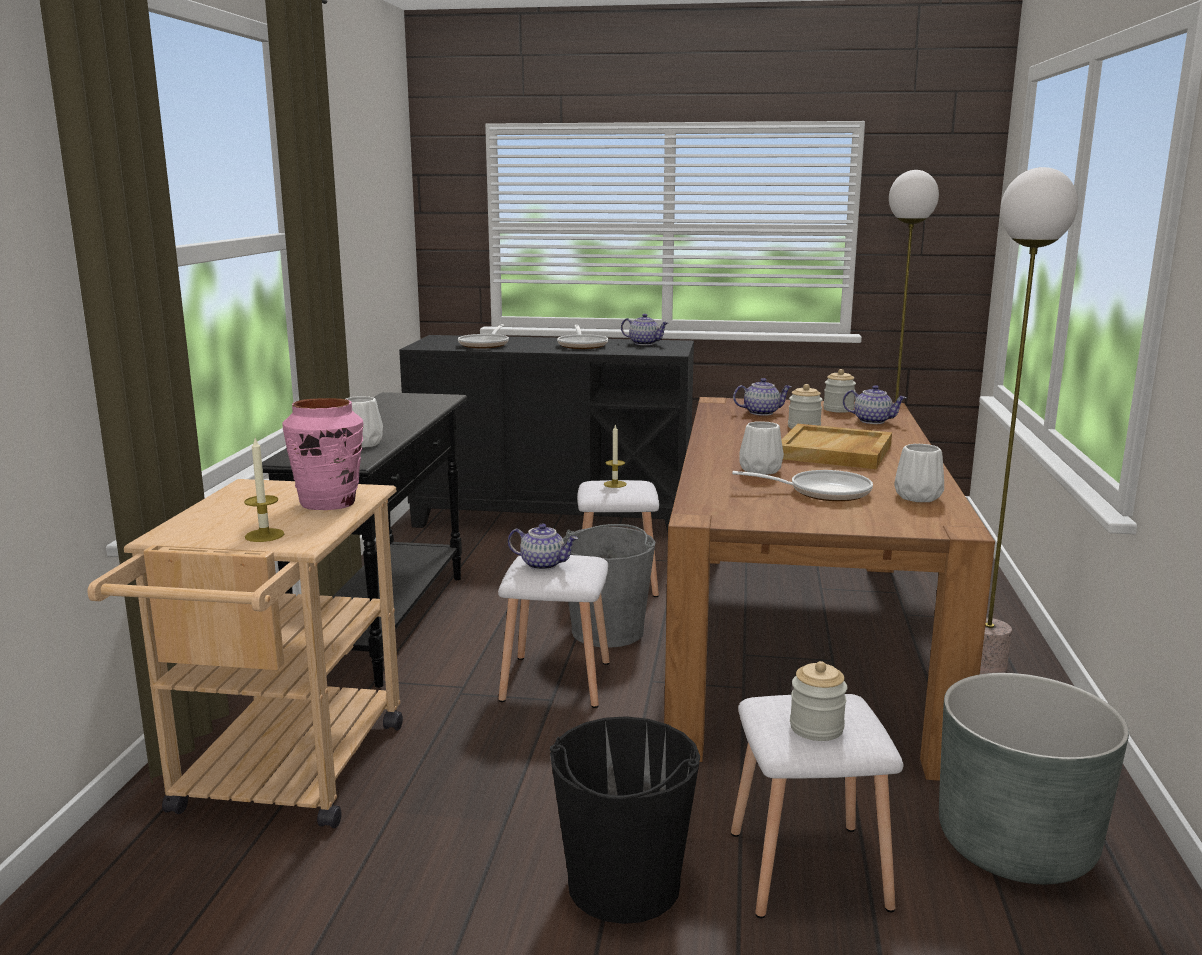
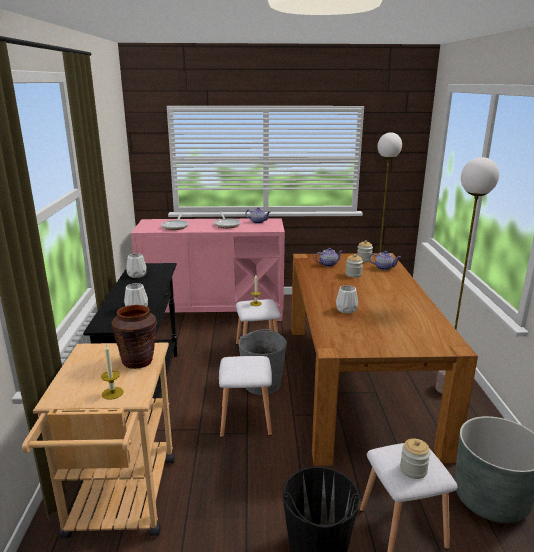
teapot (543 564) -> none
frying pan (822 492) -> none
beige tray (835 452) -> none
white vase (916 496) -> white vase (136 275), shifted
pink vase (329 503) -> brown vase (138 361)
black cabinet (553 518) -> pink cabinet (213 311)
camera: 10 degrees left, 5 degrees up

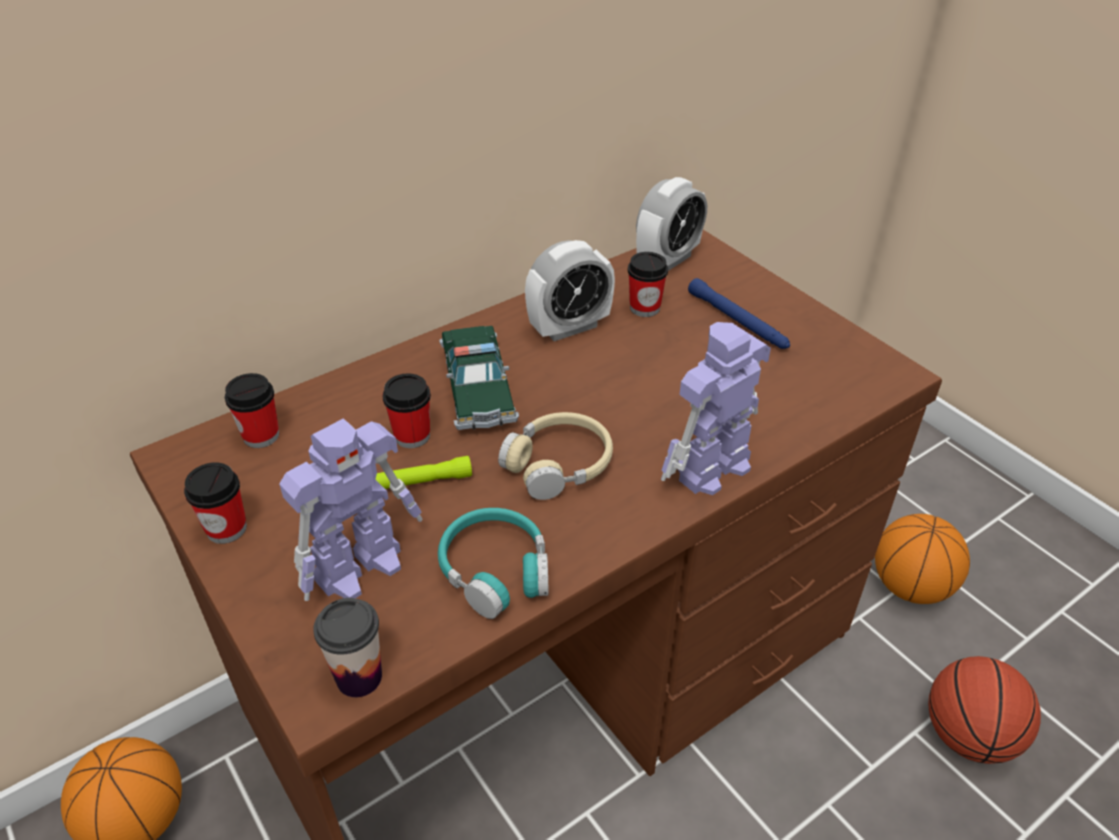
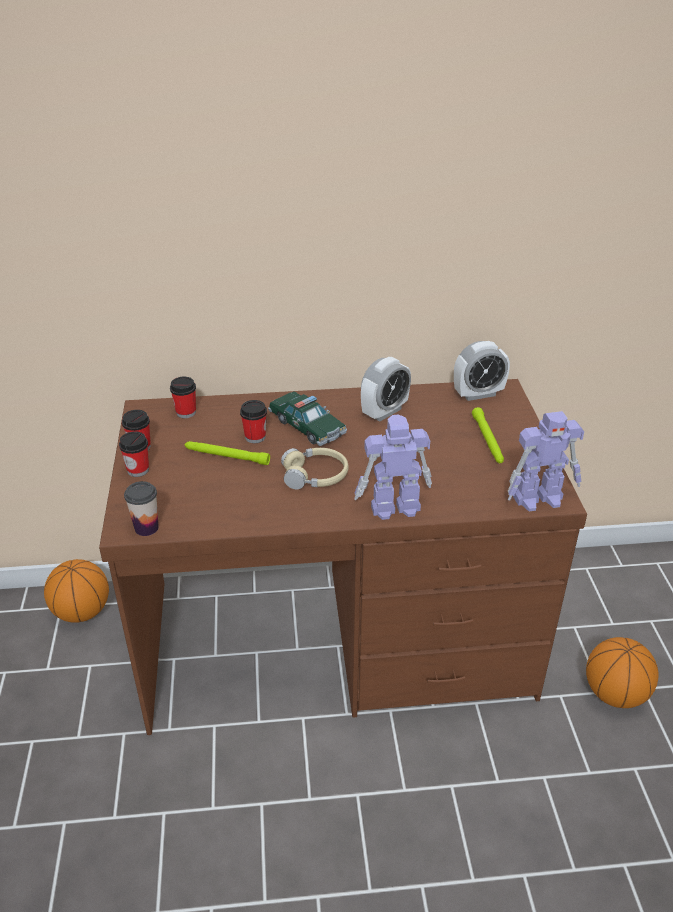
turquoise headphones (496 570) -> none
basketball (968 735) -> none
toy robot (362 566) -> toy robot (539 498), shifted
cup (644 308) -> cup (138 470), shifted
blue flashlight (738 321) -> green flashlight (488 440)
toy car (478 389) -> toy car (307 426), 60 degrees counterclockwise
alarm clock (569 327) -> alarm clock (384 412), 45 degrees counterclockwise
camera: 30 degrees right, 5 degrees down

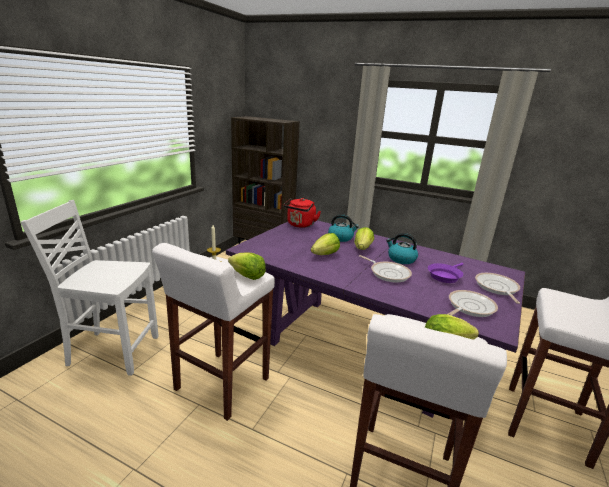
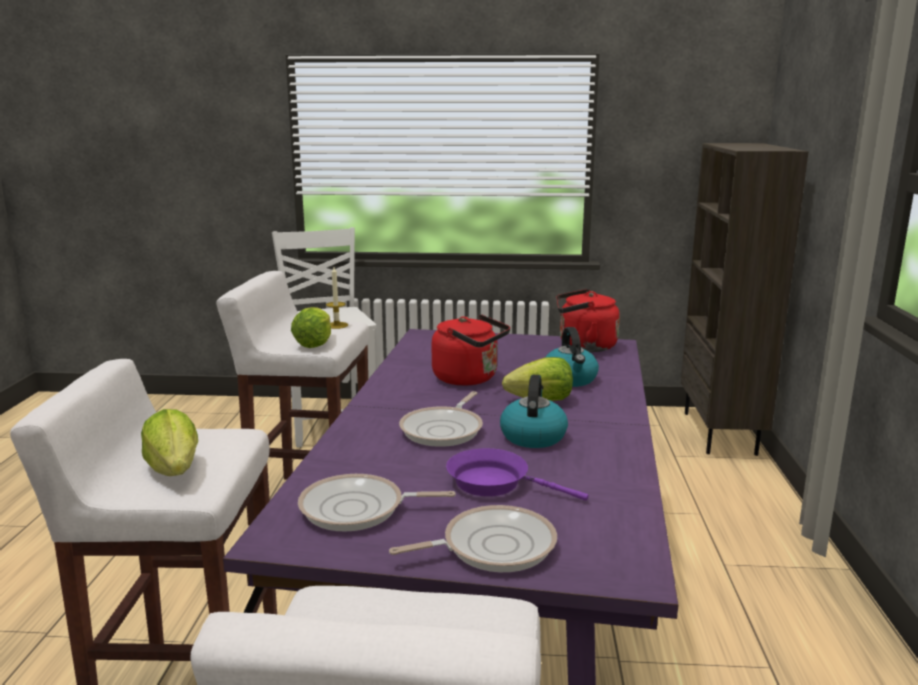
lettuce (325 254) -> red kettle (469 378)
frying pan (469 307) -> frying pan (358 509), 150 degrees clockwise
camera: 70 degrees right, 5 degrees down

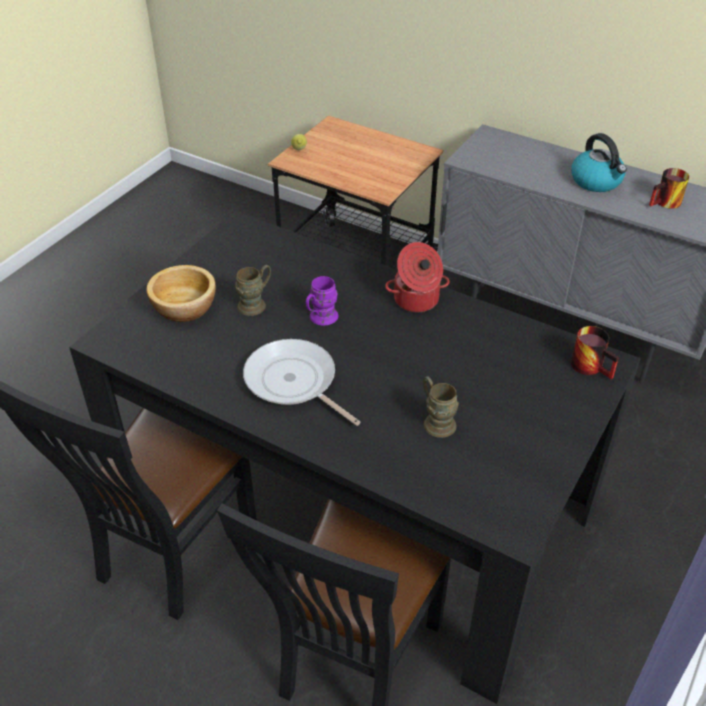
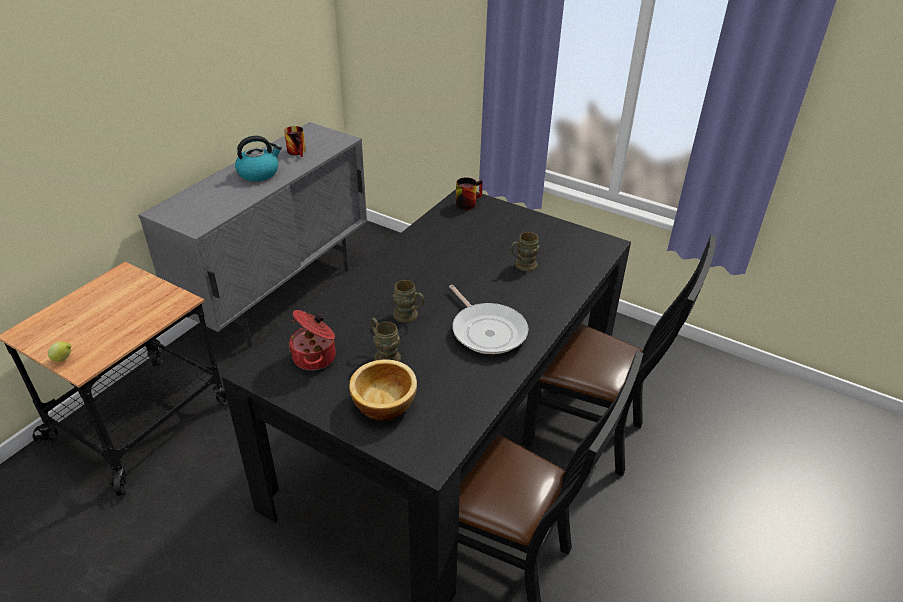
cooking pot (416 300) -> cooking pot (316 357), shifted
purple mug (320 319) -> brown mug (409 316)
frying pan (294 382) -> frying pan (487 330), 75 degrees counterclockwise
camera: 90 degrees left, 5 degrees down

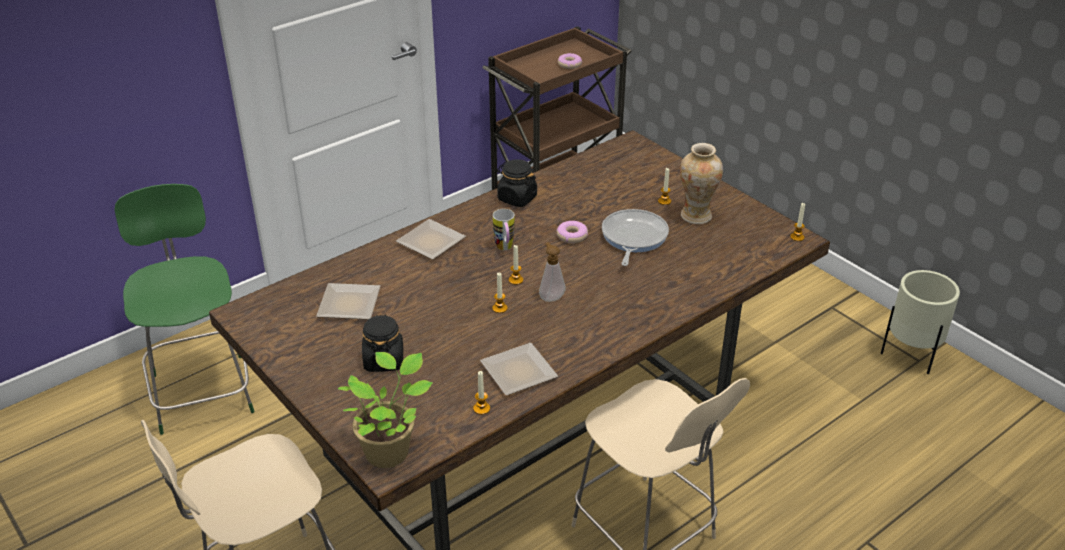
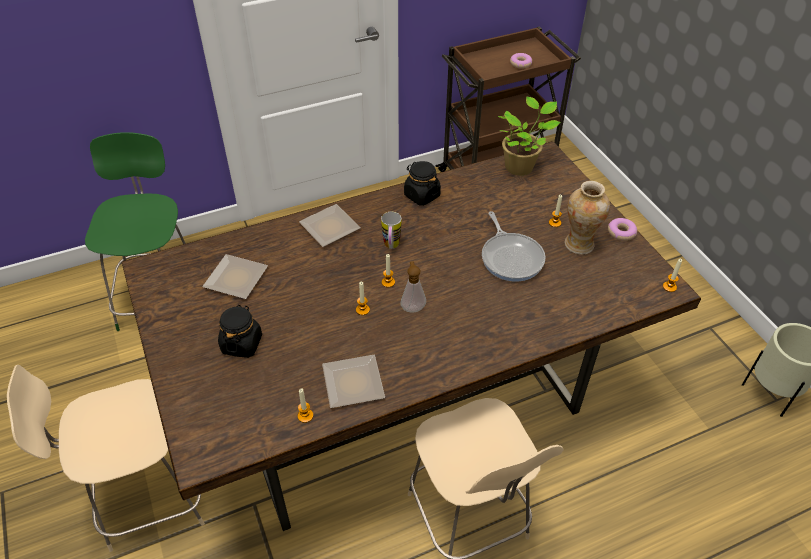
potted plant (389 450) -> potted plant (521 166), shifted
donut (572 236) -> donut (621 232), shifted
frying pan (633 238) -> frying pan (511 257), 135 degrees clockwise
camera: 15 degrees right, 10 degrees up

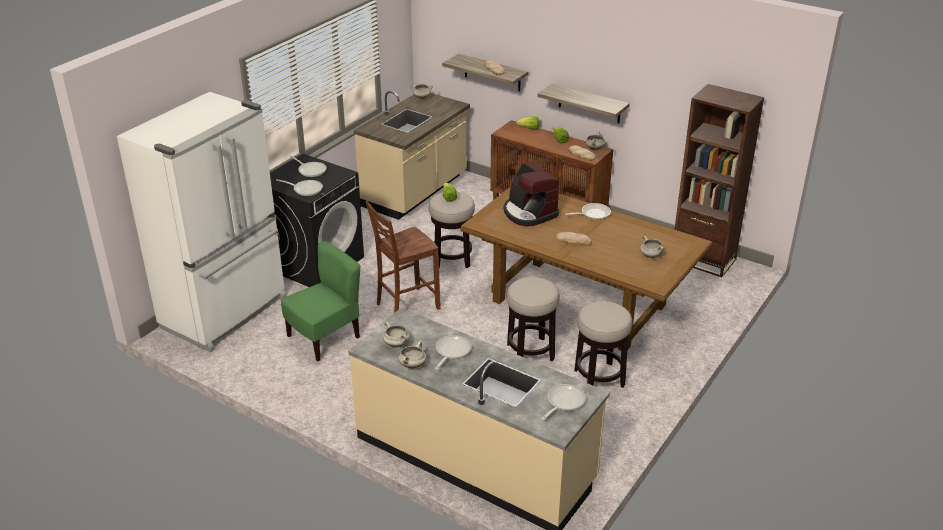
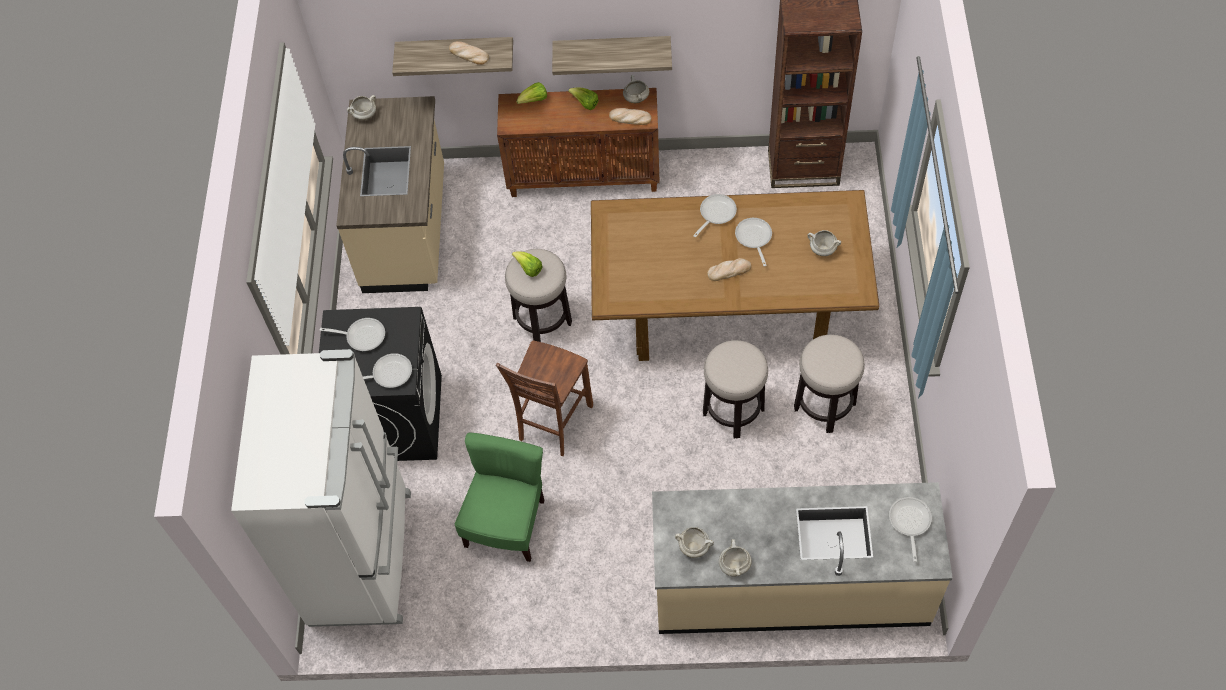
coffee machine (529 213) -> none
frying pan (451 352) -> frying pan (754 238), shifted
camera: 30 degrees left, 25 degrees up

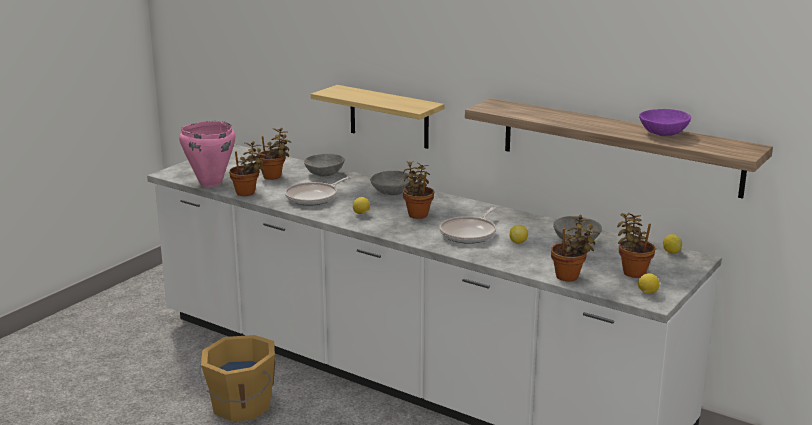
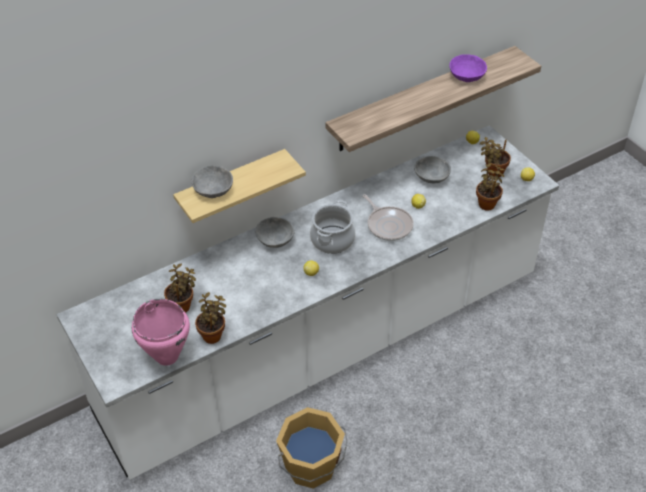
frying pan (314 197) -> none
grey bowl (325 173) -> grey bowl (213 190), shifted
potted plant (418 214) -> cooking pot (332 240)
camera: 65 degrees left, 25 degrees up

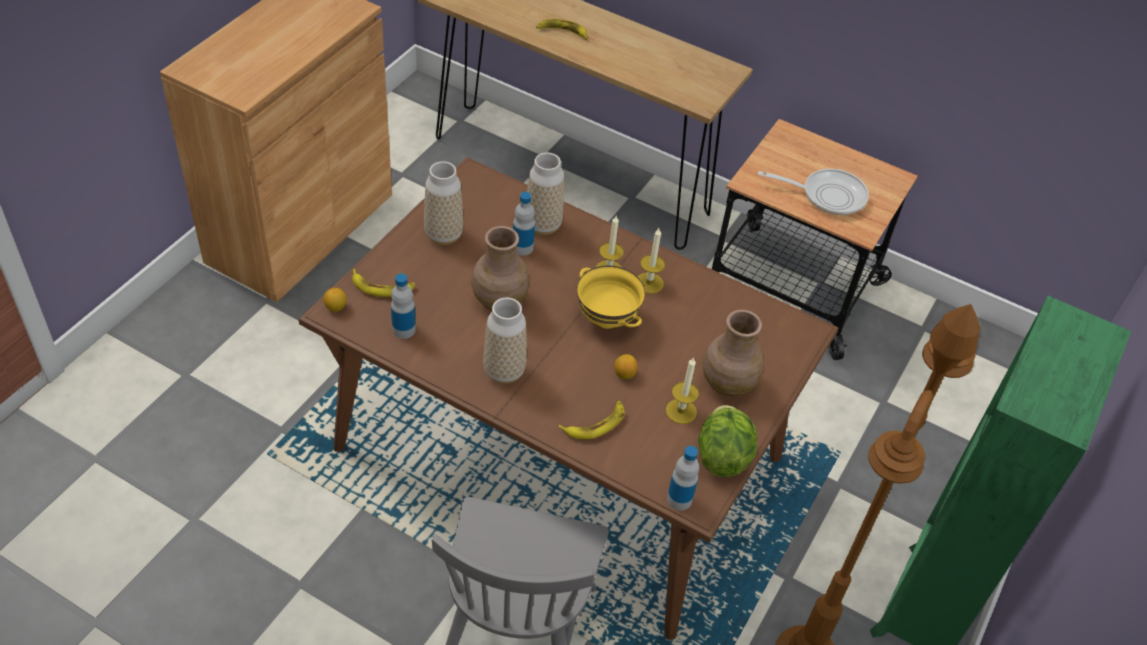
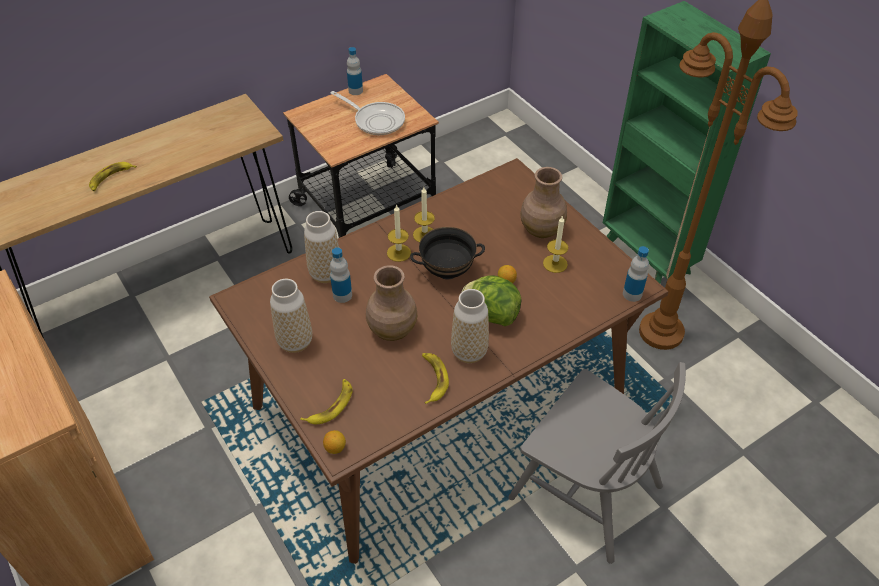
bottle (403 330) -> bottle (355 91), shifted
banana (595 424) -> banana (432 379), shifted
lettuce (722 455) -> lettuce (491 314), shifted
yellow bowl (607 319) -> black bowl (447 271)
frying pan (827 195) -> frying pan (376 121), 90 degrees clockwise
camera: 60 degrees left, 0 degrees up

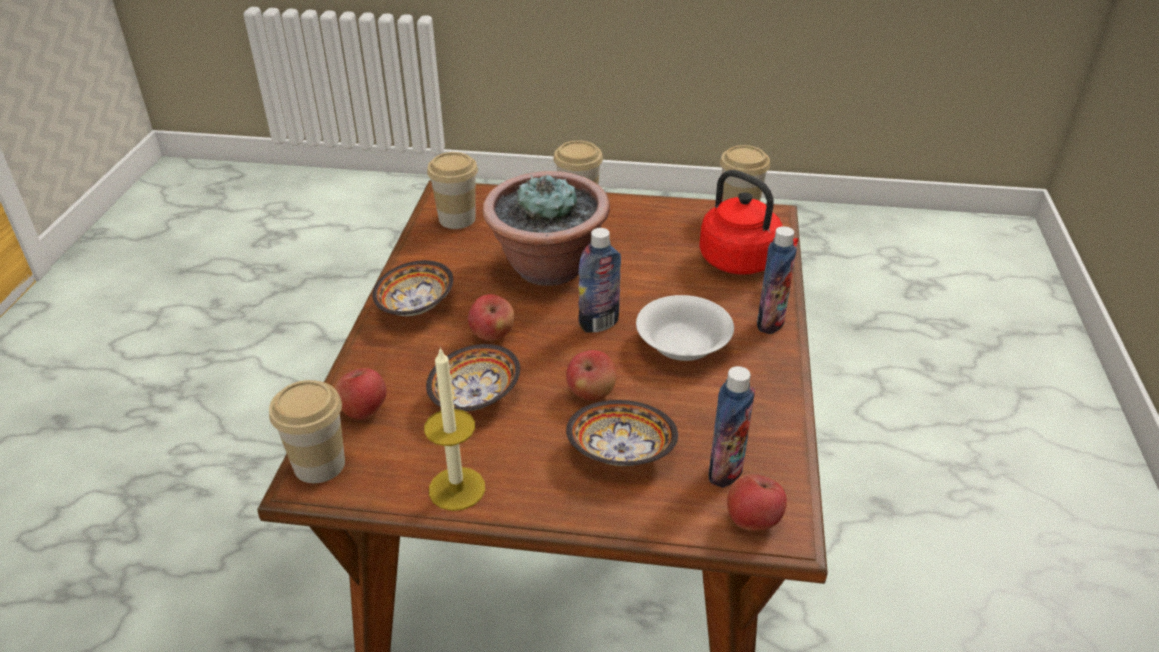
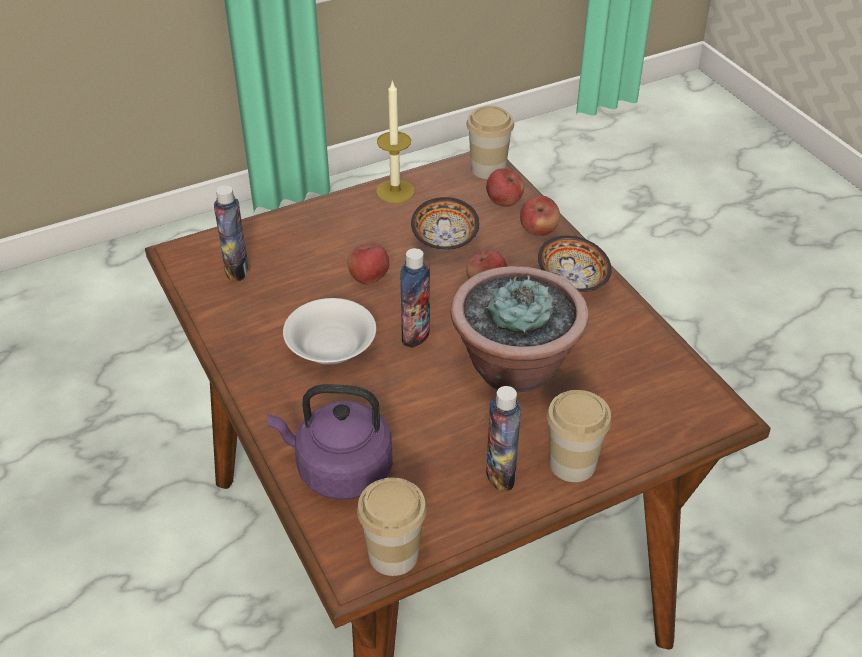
cup (457 219) -> none
bowl (623 454) -> none
apple (752 520) -> apple (538 231), shifted
bottle (770 322) -> bottle (500 474), shifted
red kettle (742 262) -> purple kettle (339 470)
camera: 145 degrees right, 5 degrees up

